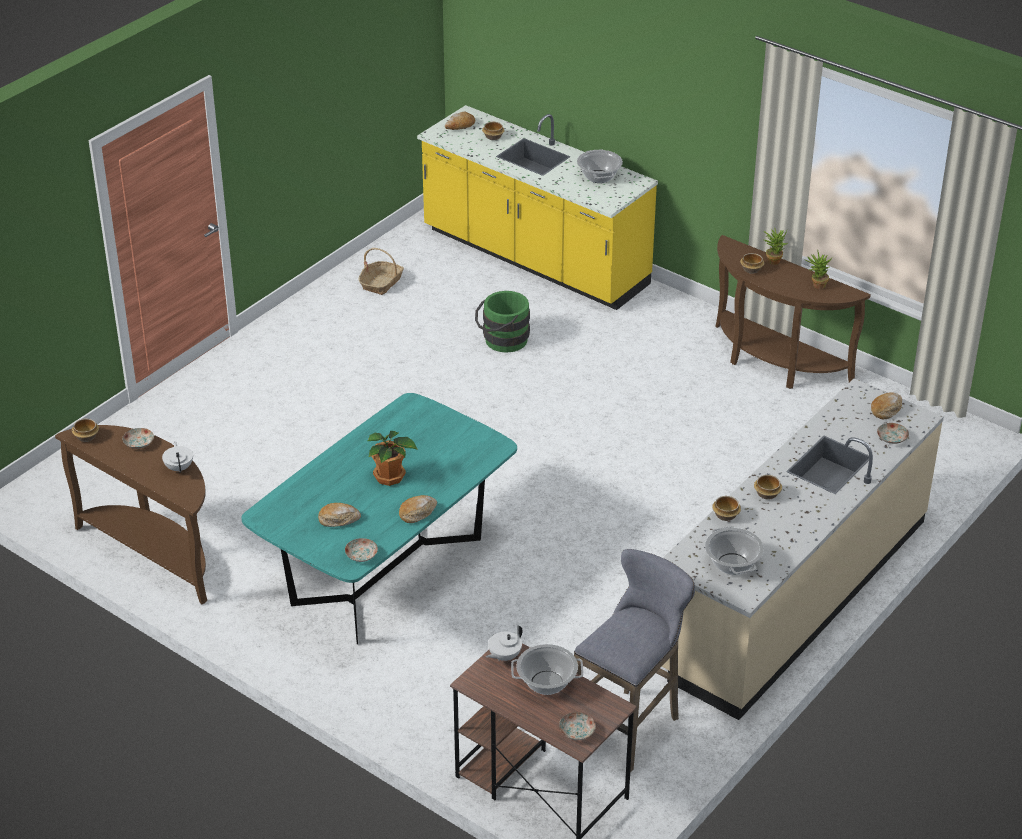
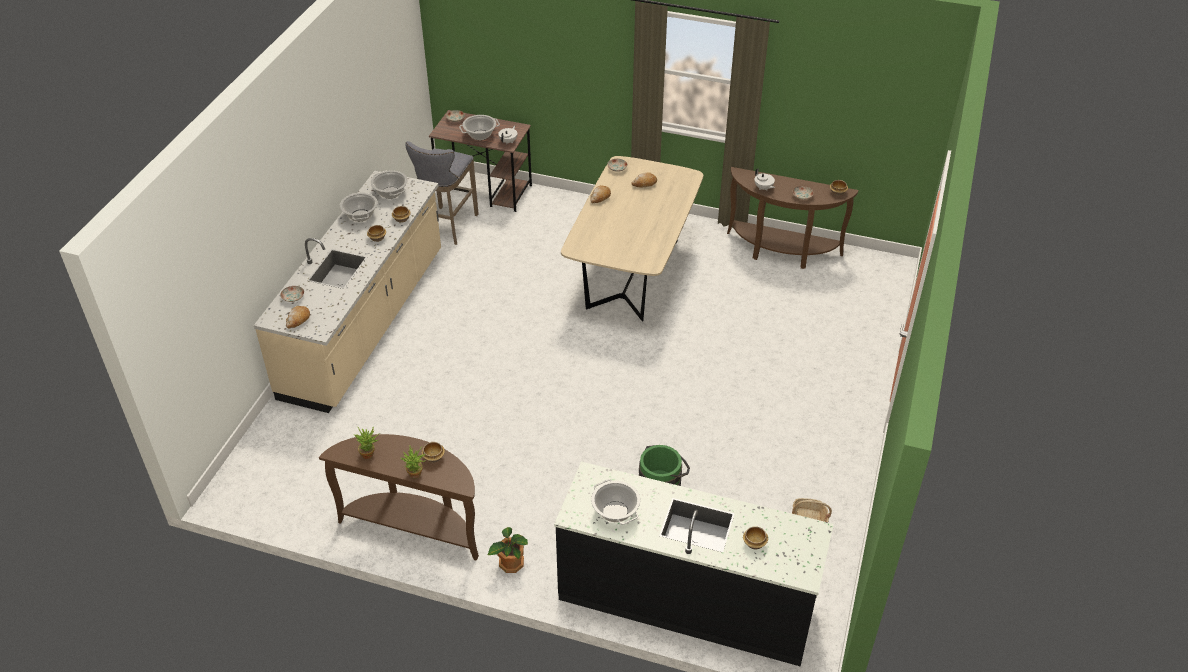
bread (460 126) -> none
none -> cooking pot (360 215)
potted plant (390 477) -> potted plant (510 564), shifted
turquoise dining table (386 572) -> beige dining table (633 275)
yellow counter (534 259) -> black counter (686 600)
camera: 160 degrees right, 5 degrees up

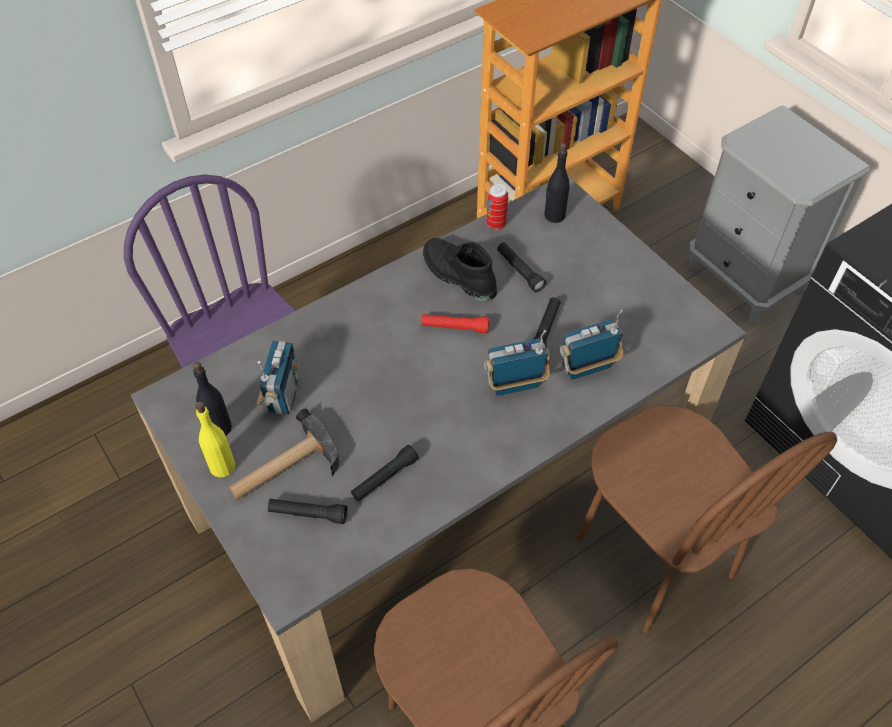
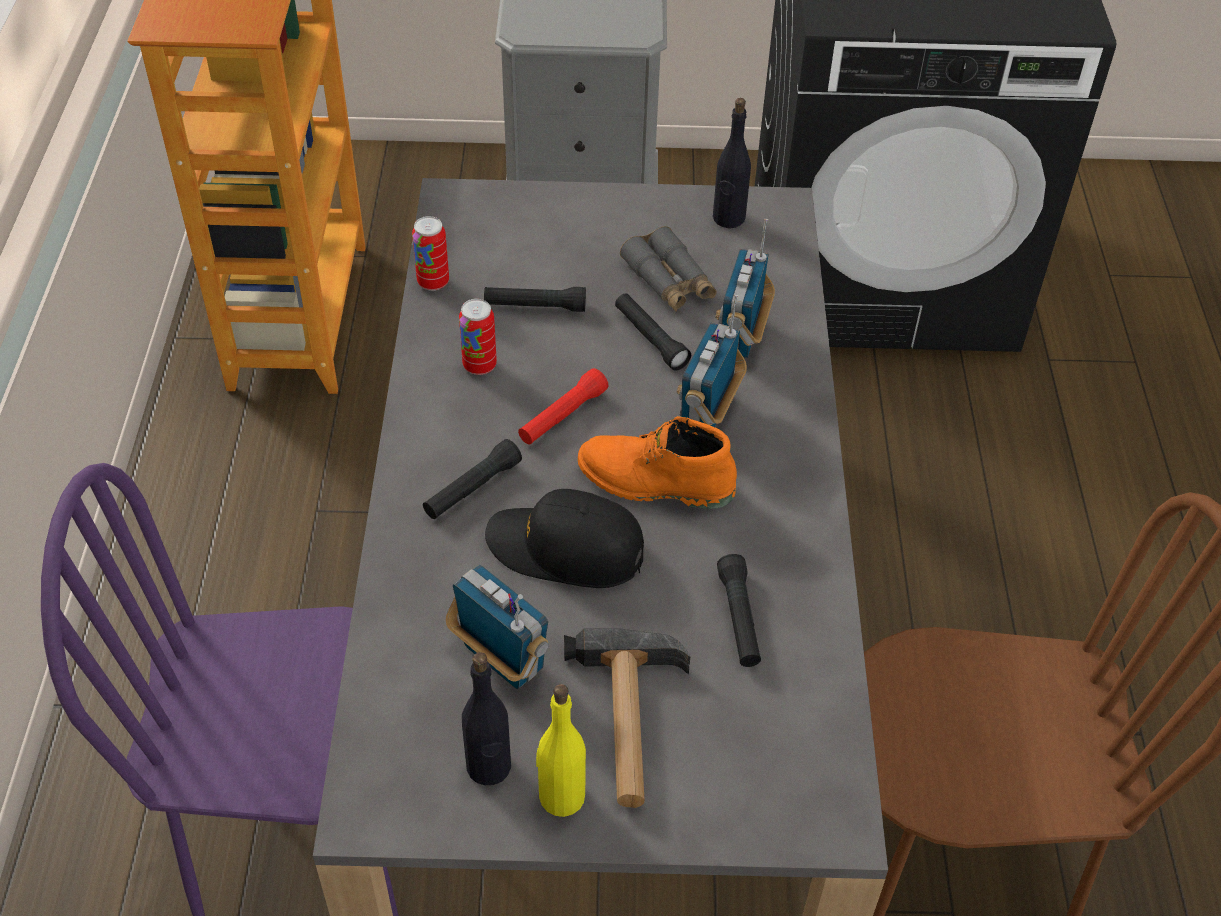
brown chair (653 558) -> none
none -> black cap (566 549)
none -> orange boot (654 483)
none -> grey binoculars (669 281)
black flashlight (308 514) -> black flashlight (472 489), shifted
black bottle (554 215) -> black bottle (728 218), shifted
black boot (457 275) -> can (479 365)
camera: 55 degrees left, 5 degrees down

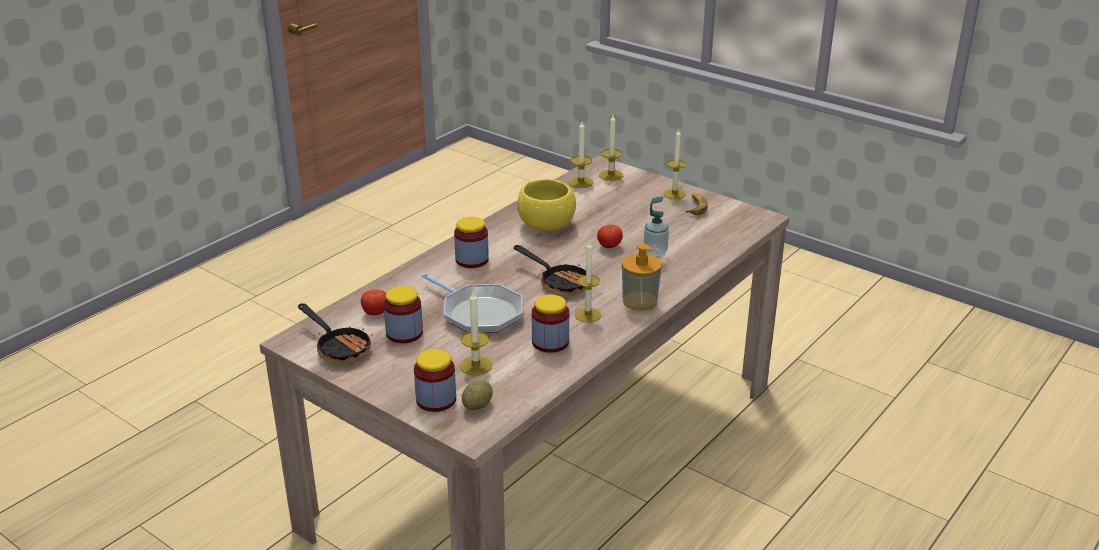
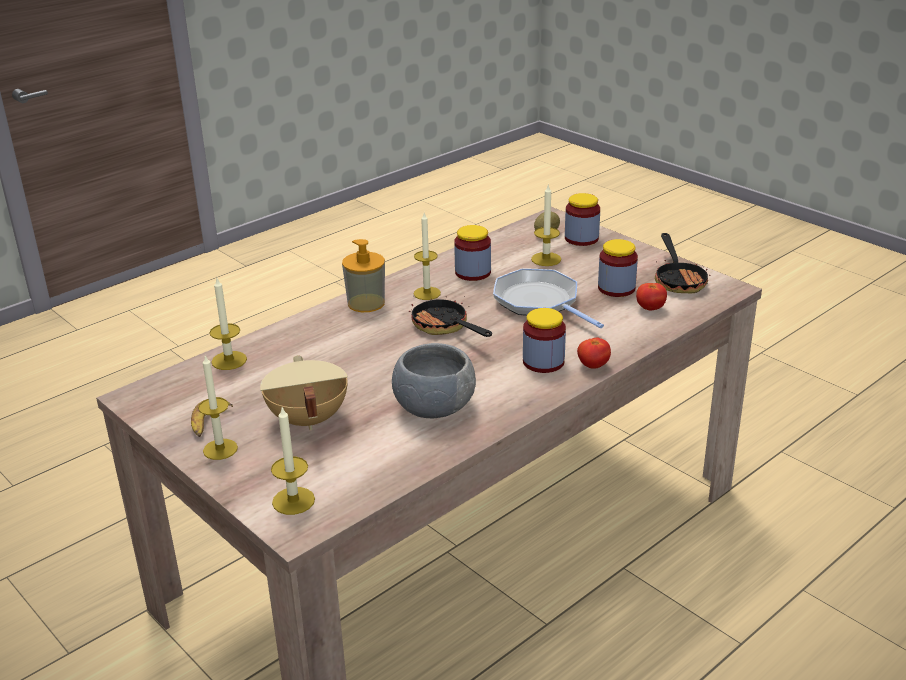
soap dispenser (655 253) -> none
none -> beige cooking pot (306 419)
candle (581 182) -> candle (229 360), shifted
tomato (609 246) -> tomato (593 366), shifted
yellow bowl (547 225) -> grey bowl (434 407)
frying pan (339 348) -> frying pan (679 280), 150 degrees counterclockwise
camera: 170 degrees left, 0 degrees up

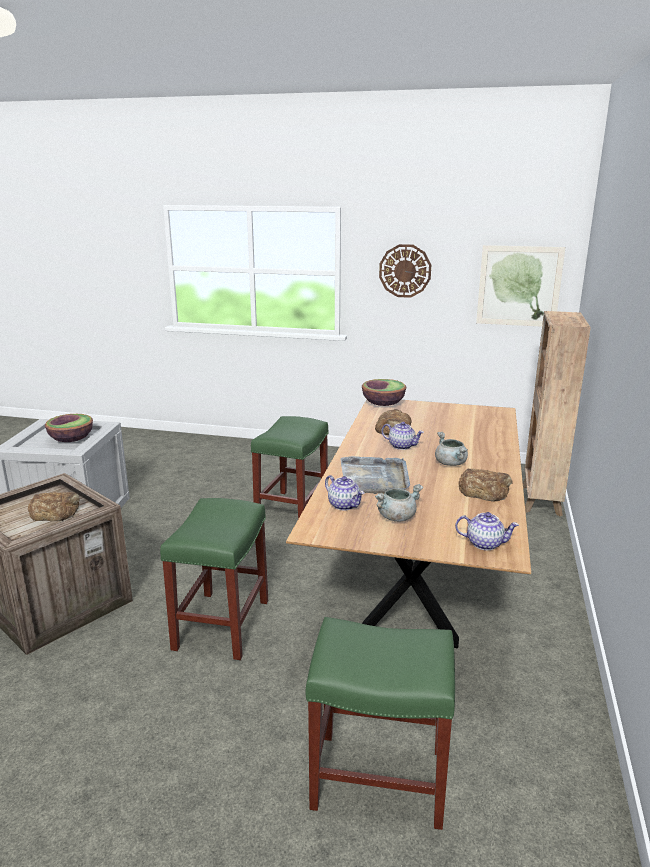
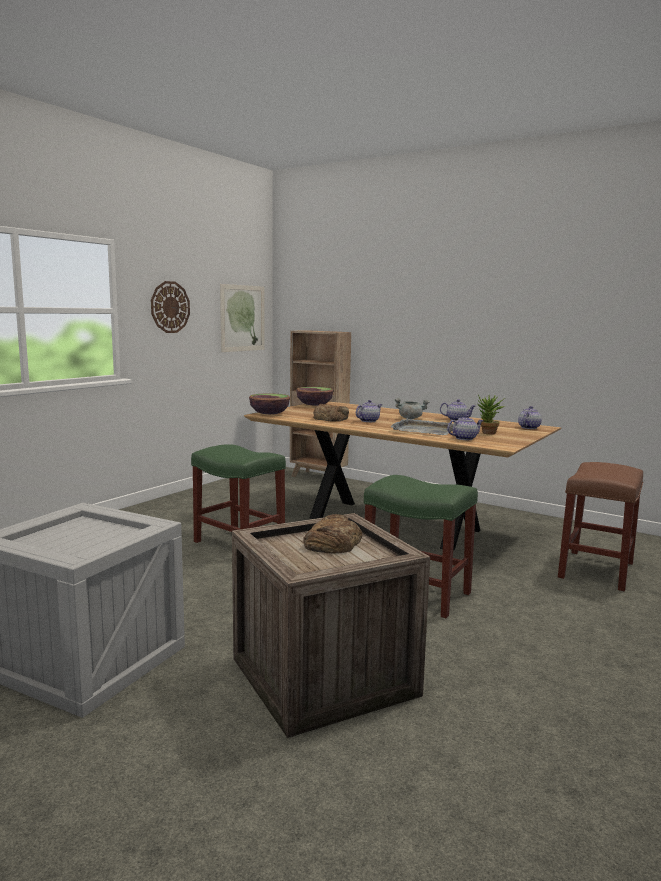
bowl (71 439) -> bowl (314 405), shifted
grey cooking pot (396 517) -> potted plant (488 433)
bread (484 490) -> teapot (457 419)
green stool (376 778) -> brown stool (596 570)
camera: 70 degrees left, 10 degrees down

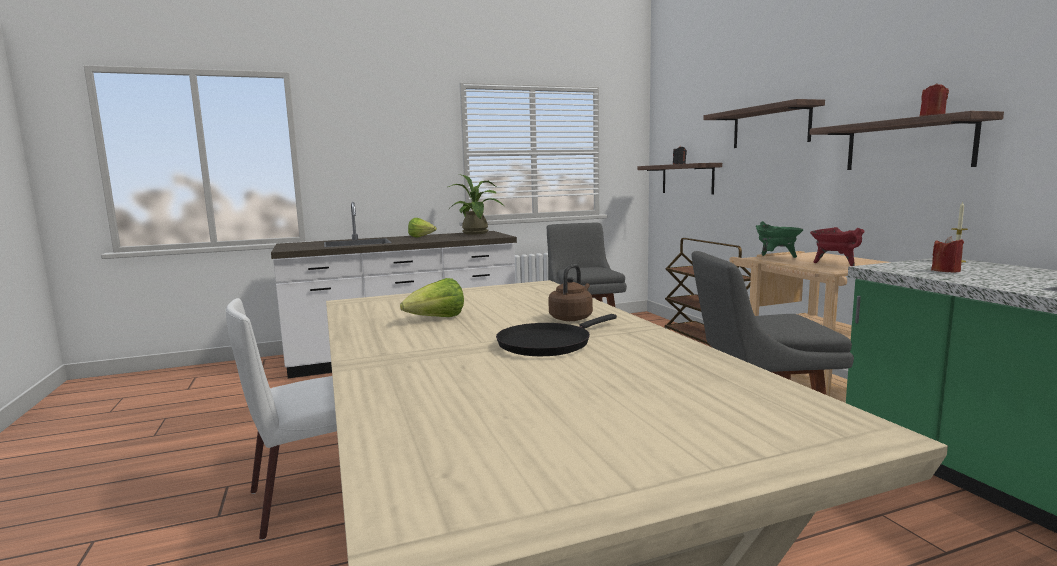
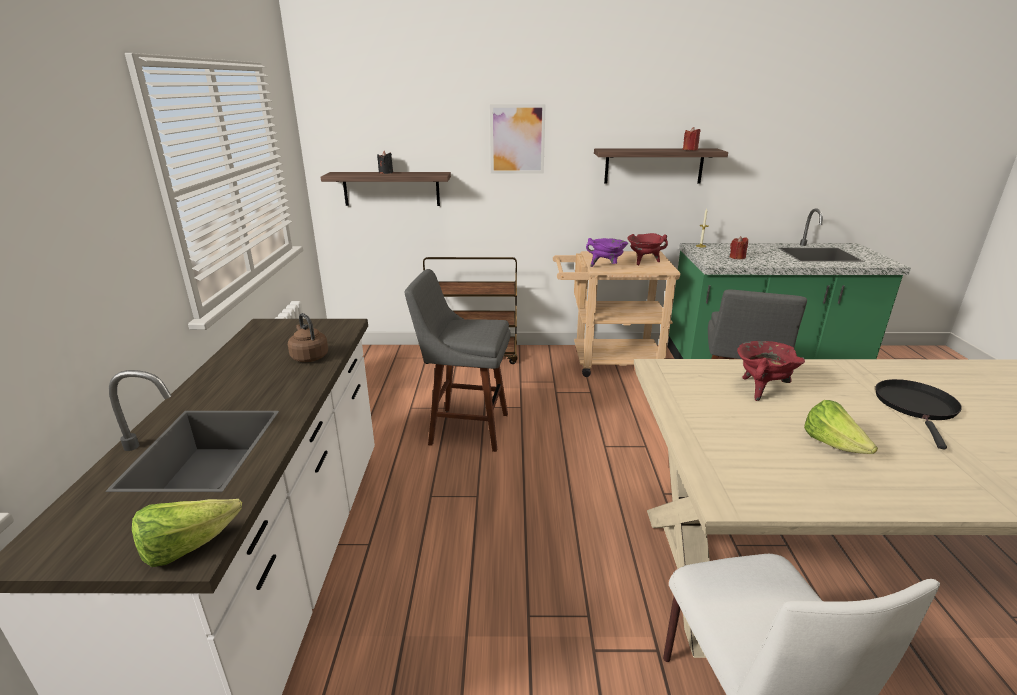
potted plant (476 233) -> none
none -> red cooking pot (761 389)
lettuce (422 237) -> lettuce (187 547), shifted
brown kettle (572 318) -> brown kettle (309 356), shifted
shelf (770 126) -> picture (517 139)
green cooking pot (776 257) -> purple cooking pot (606 266)
black frying pan (548 343) -> black frying pan (916 407), 135 degrees counterclockwise
camera: 70 degrees left, 15 degrees up

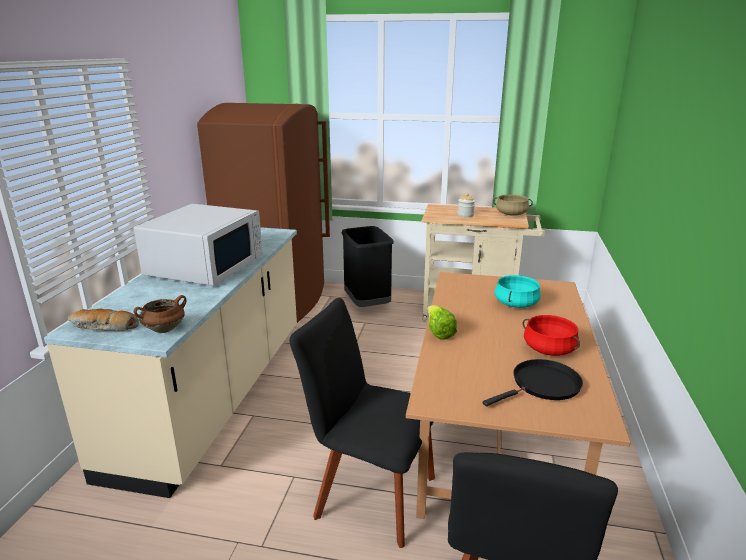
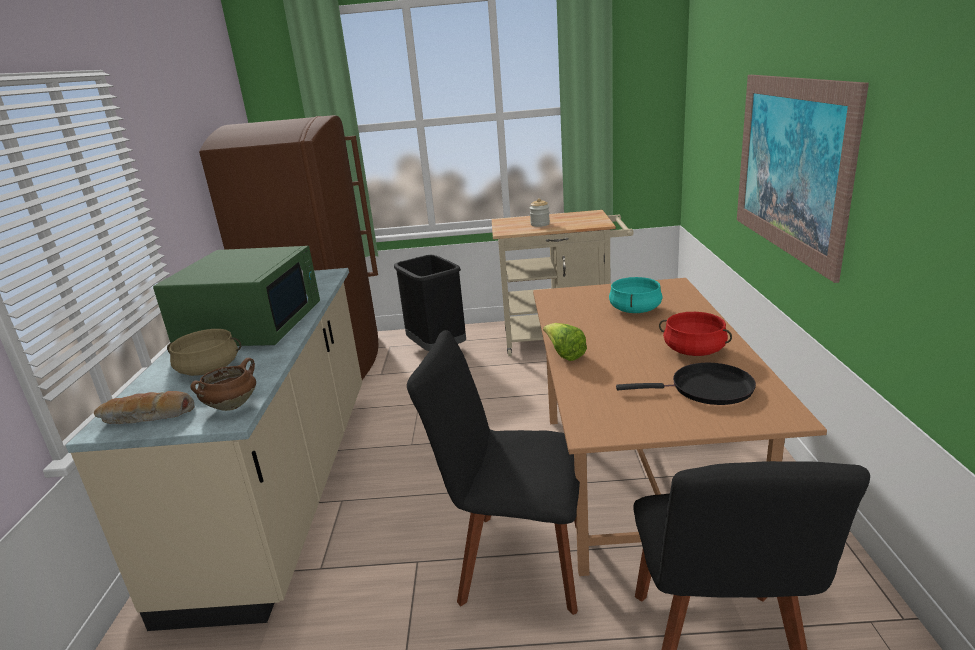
none -> picture (790 166)
beige cooking pot (511 214) -> beige cooking pot (209 369), shifted
white microwave (206 266) -> green microwave (252 324)
black frying pan (542 385) -> black frying pan (706 389), 45 degrees clockwise
camera: 10 degrees left, 0 degrees up

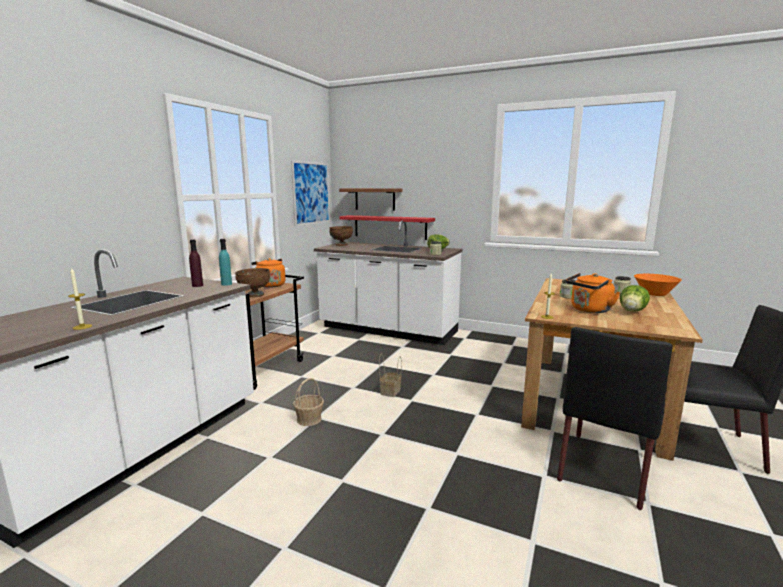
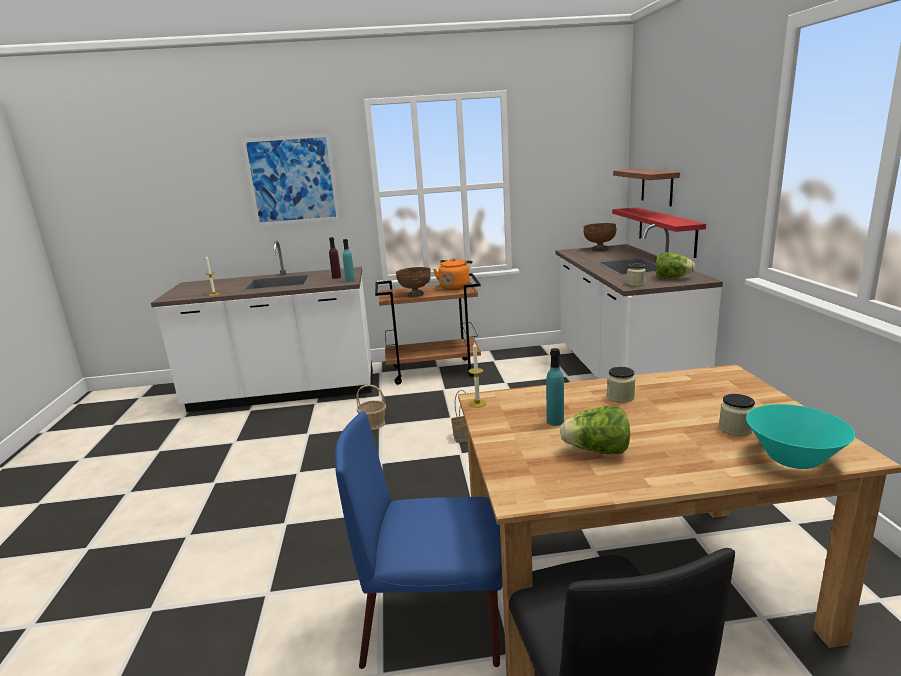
picture (311 193) -> picture (292 180), shifted
orange kettle (589 310) -> turquoise bottle (555 421)
black chair (605 467) -> blue chair (436 624)
orange bowl (654 294) -> turquoise bowl (793 459)
camera: 60 degrees right, 5 degrees up

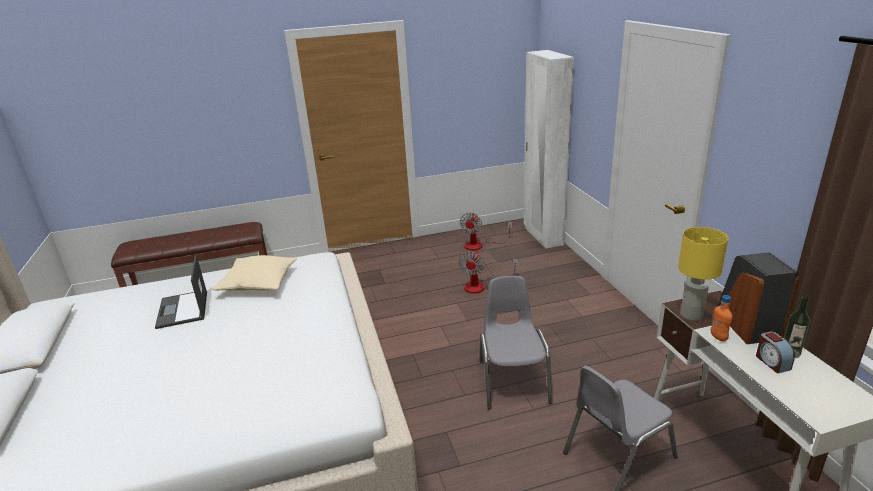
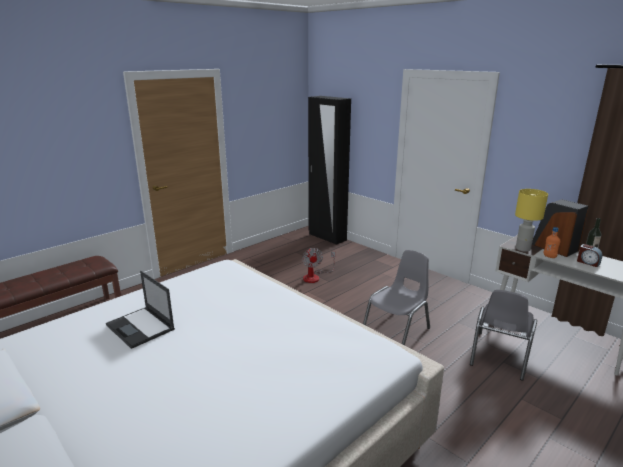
beige pillow (258 283) -> none
fan (479 245) -> none
white wardrobe (542 236) -> black wardrobe (327 237)
grey chair (513 381) -> grey chair (397 331), 75 degrees clockwise
camera: 30 degrees left, 5 degrees down

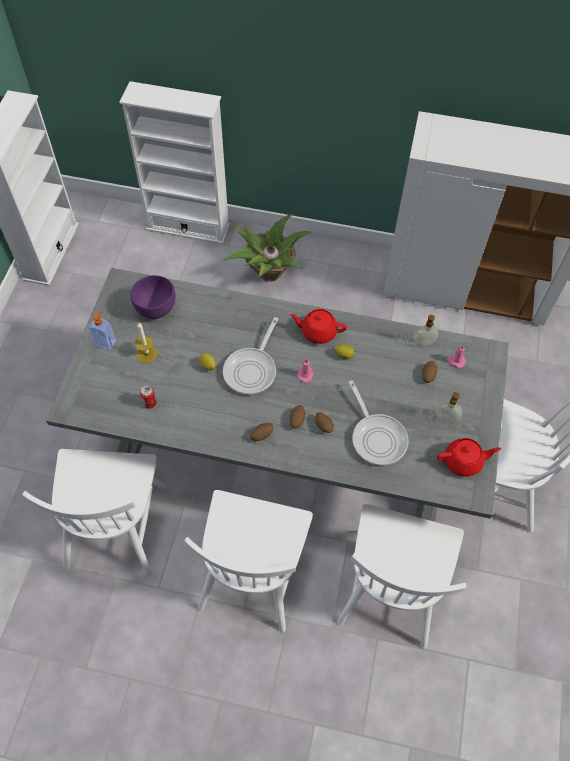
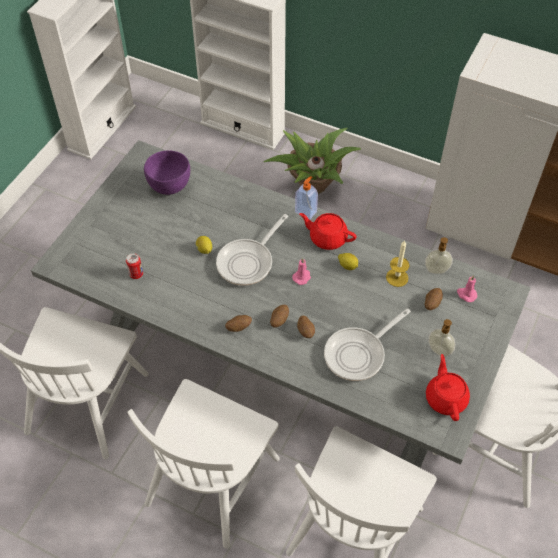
soap dispenser (105 342) -> soap dispenser (306 211), shifted
candle (147 354) -> candle (397 277), shifted
frying pan (377 437) -> frying pan (358 354), 60 degrees clockwise
red teapot (463 461) -> red teapot (446 398), 105 degrees counterclockwise
camera: 15 degrees right, 5 degrees down

